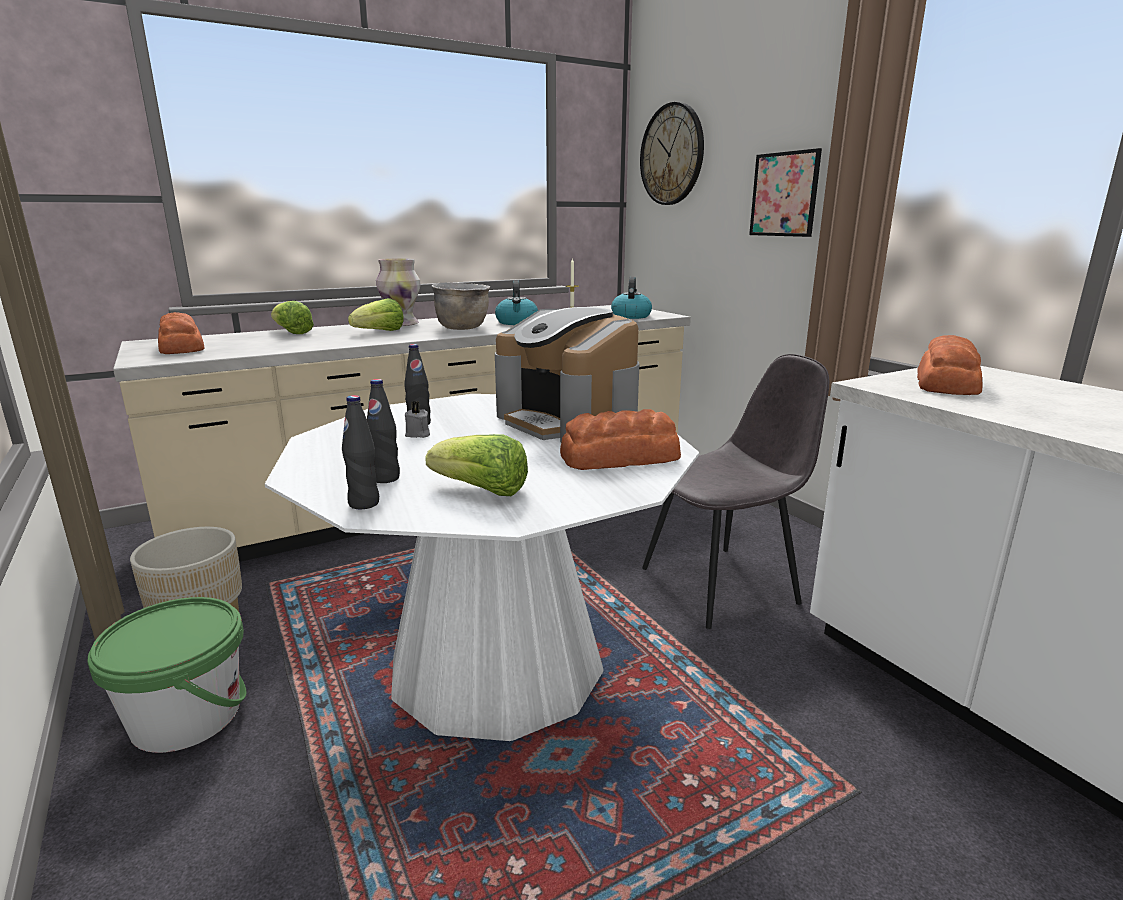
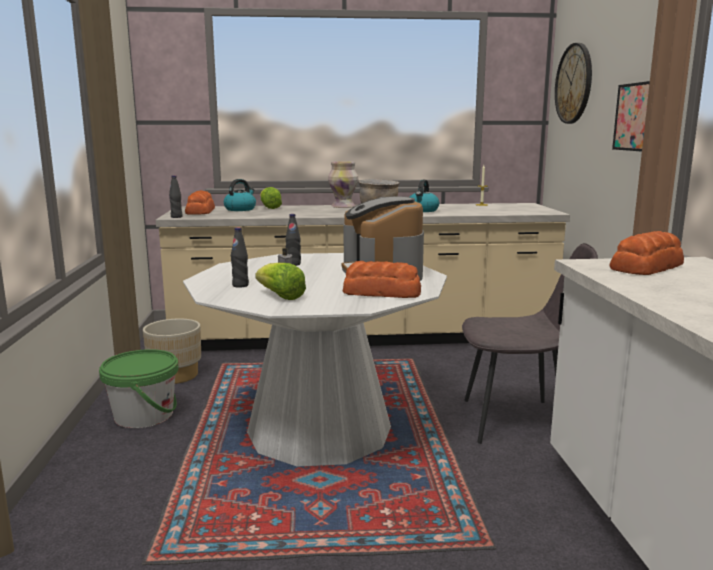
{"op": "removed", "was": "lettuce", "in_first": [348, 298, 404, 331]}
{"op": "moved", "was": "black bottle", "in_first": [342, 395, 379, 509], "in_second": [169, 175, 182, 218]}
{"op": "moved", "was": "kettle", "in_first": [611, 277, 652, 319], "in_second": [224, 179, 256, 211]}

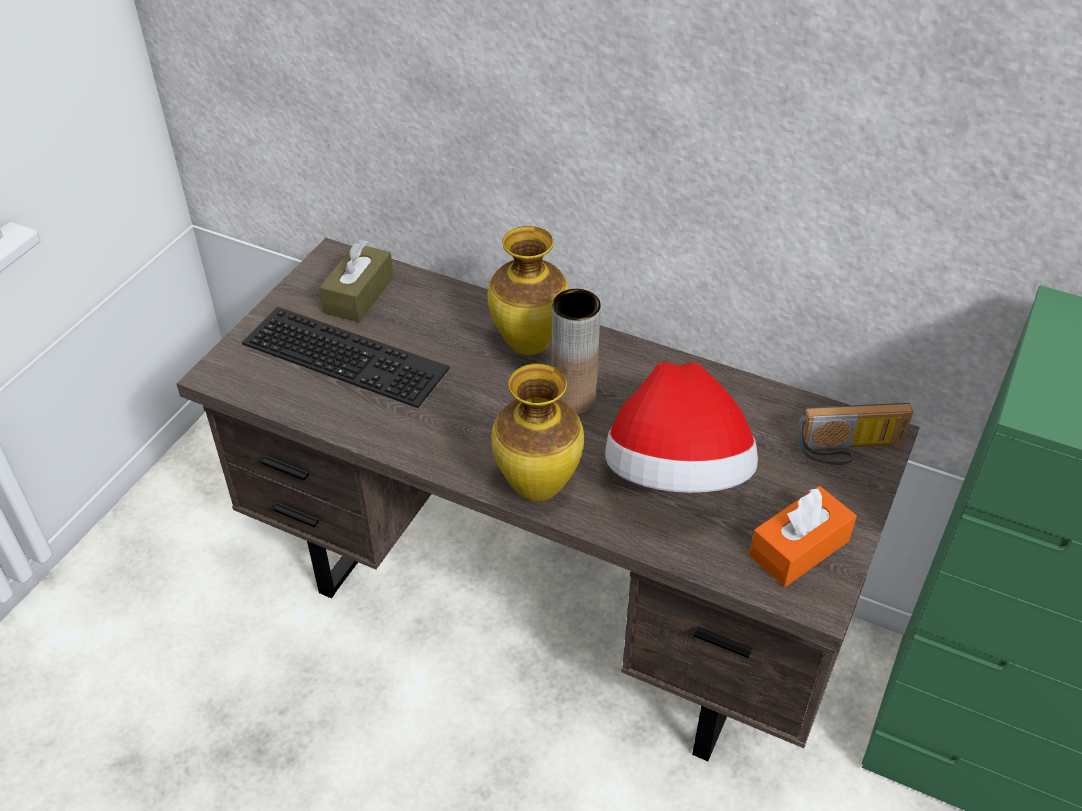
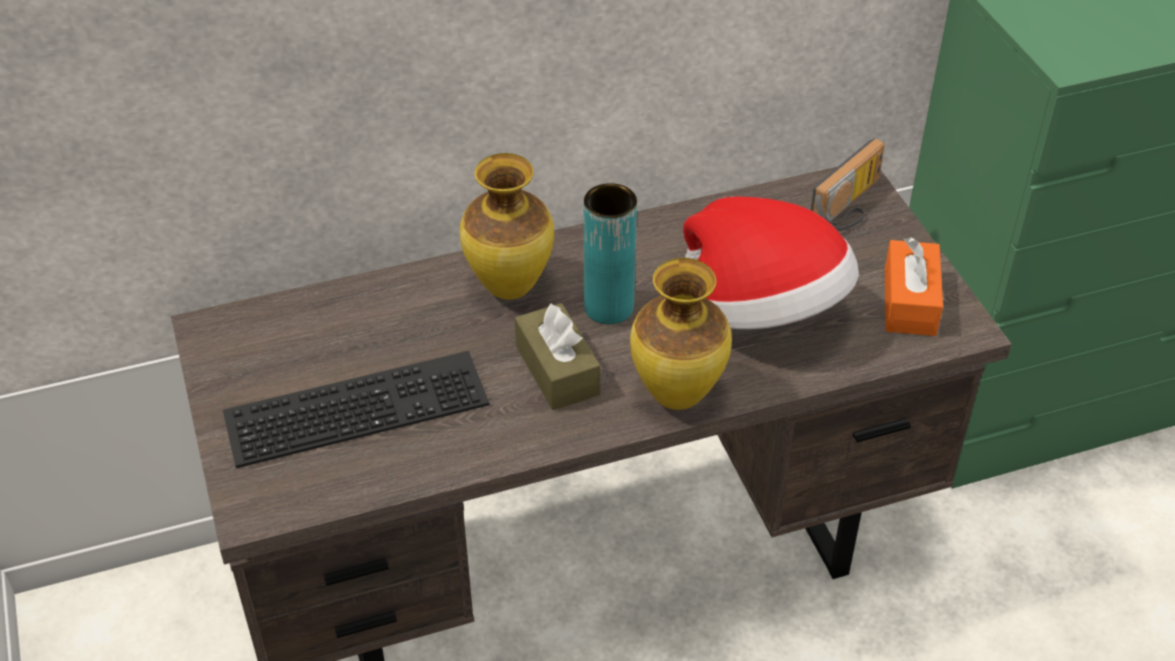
{"op": "moved", "was": "brown tissue box", "in_first": [319, 239, 394, 323], "in_second": [515, 303, 601, 410]}
{"op": "recoloured", "was": "brown vase", "now": "turquoise vase", "in_first": [552, 289, 601, 415], "in_second": [584, 183, 637, 324]}

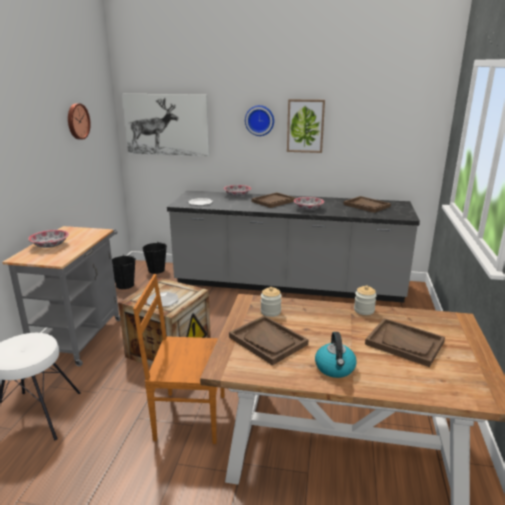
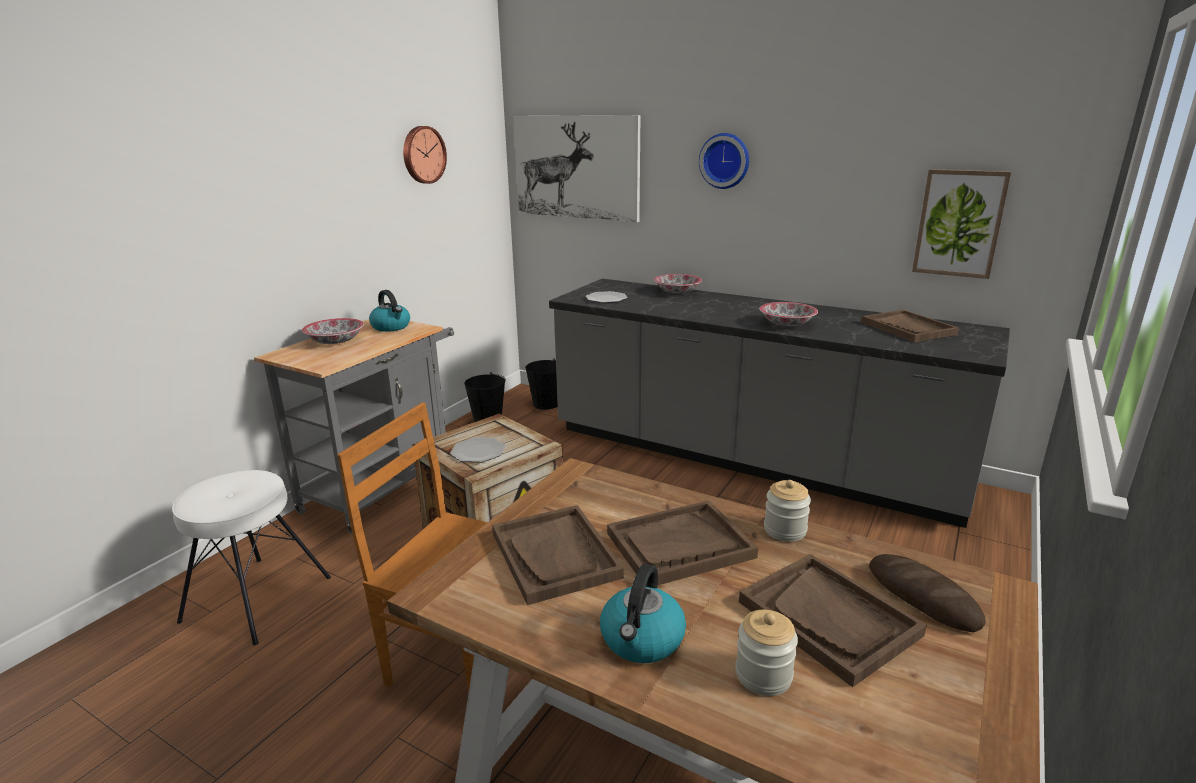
{"op": "added", "now": "kettle", "in_second": [369, 290, 410, 332]}
{"op": "added", "now": "bread", "in_second": [869, 554, 986, 632]}
{"op": "moved", "was": "brown tray", "in_first": [252, 192, 296, 208], "in_second": [607, 501, 758, 585]}
{"op": "moved", "was": "jar", "in_first": [261, 287, 282, 317], "in_second": [735, 610, 798, 696]}
{"op": "moved", "was": "picture", "in_first": [287, 99, 325, 153], "in_second": [912, 169, 1011, 279]}

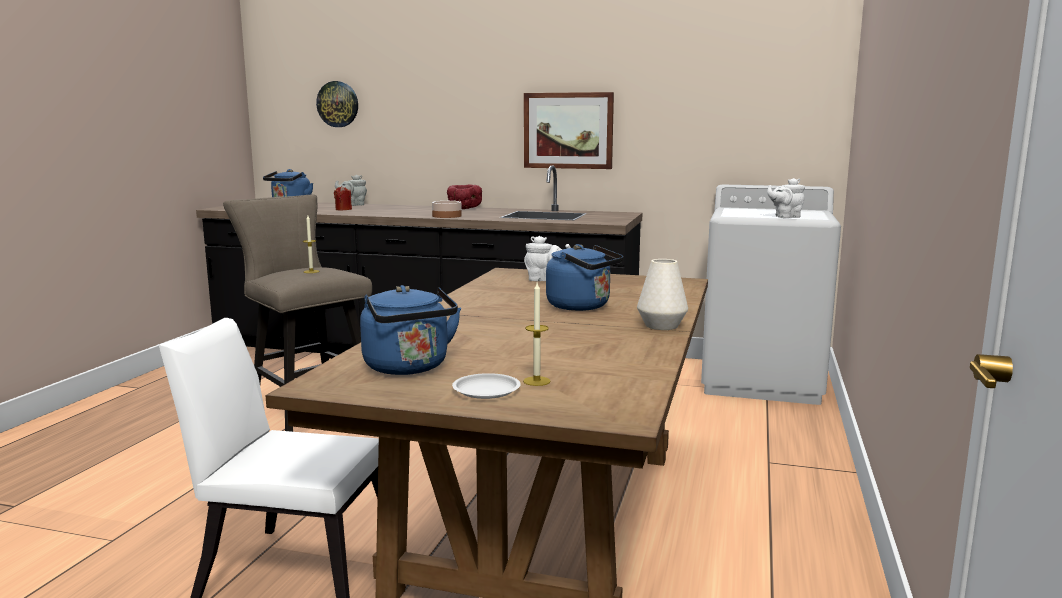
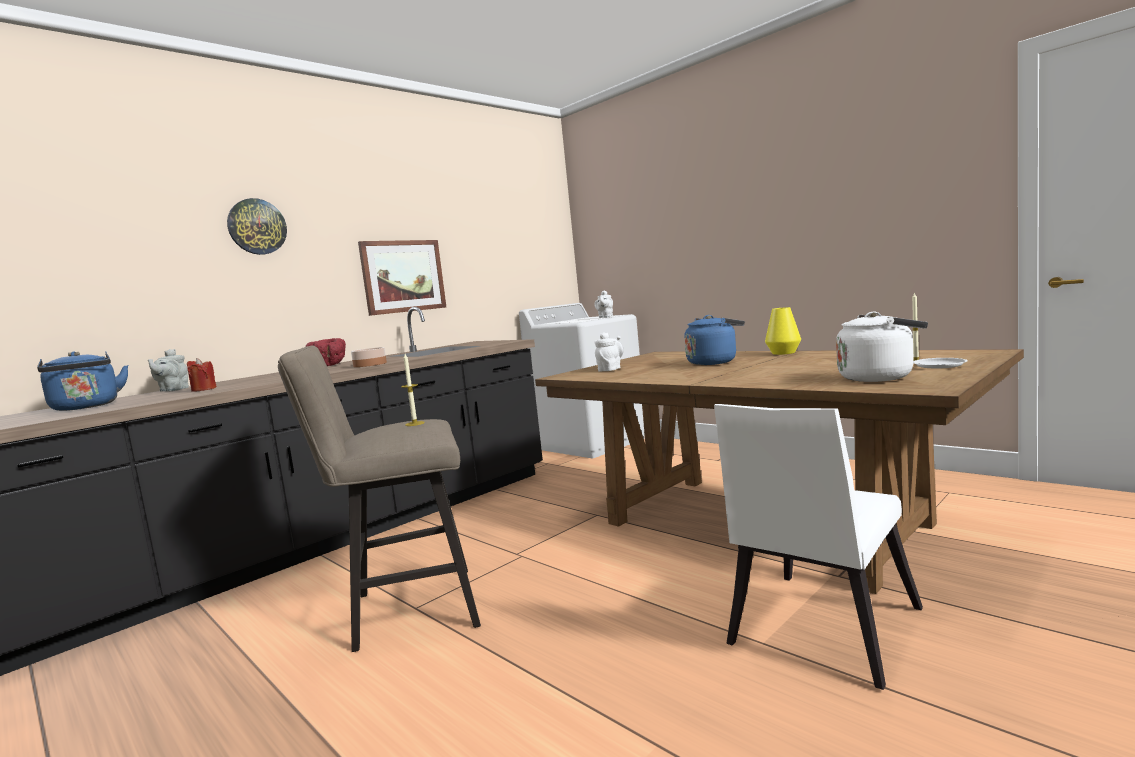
{"op": "moved", "was": "wall clock", "in_first": [316, 81, 358, 127], "in_second": [227, 198, 287, 255]}
{"op": "recoloured", "was": "blue kettle", "now": "white kettle", "in_first": [360, 285, 461, 375], "in_second": [836, 312, 928, 382]}
{"op": "recoloured", "was": "white vase", "now": "yellow vase", "in_first": [637, 259, 688, 330], "in_second": [765, 307, 801, 355]}

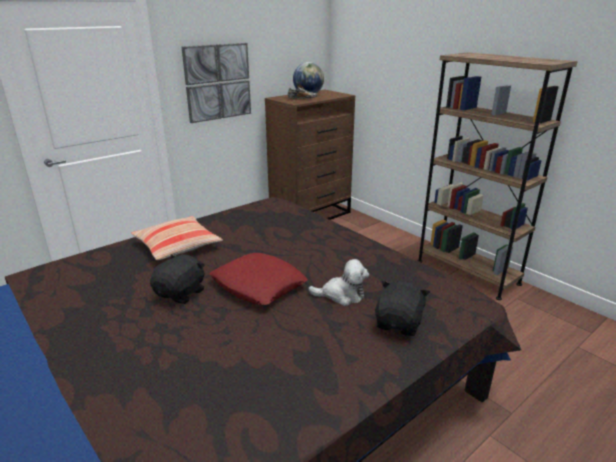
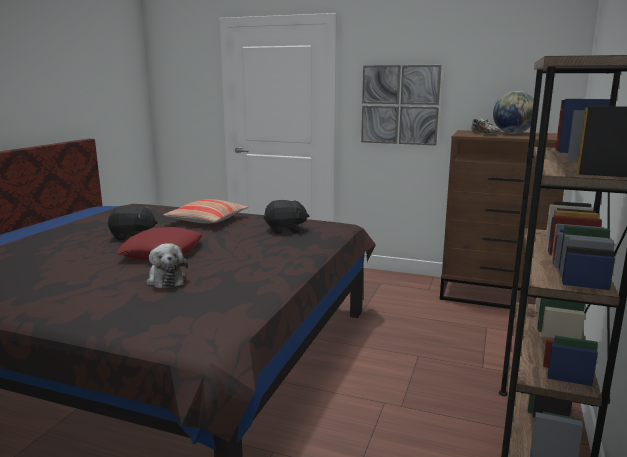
{"op": "moved", "was": "black plush toy", "in_first": [375, 281, 430, 336], "in_second": [263, 200, 309, 234]}

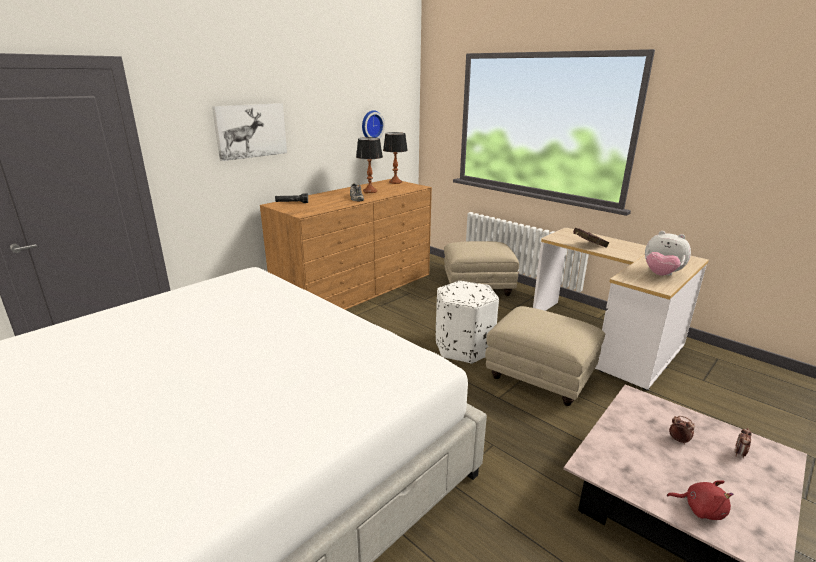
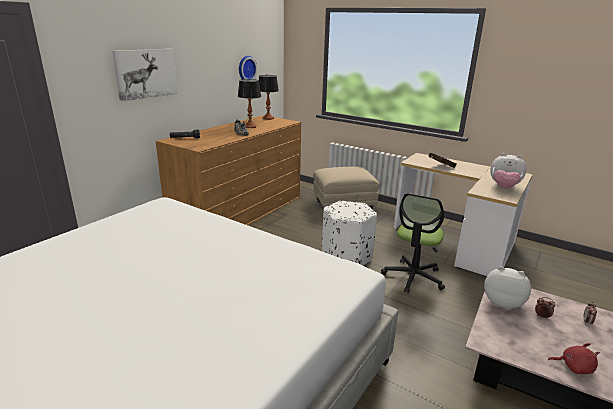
{"op": "added", "now": "plush toy", "in_second": [484, 266, 531, 310]}
{"op": "replaced", "was": "beige ottoman", "now": "office chair", "in_first": [485, 306, 605, 406], "in_second": [381, 193, 445, 293]}

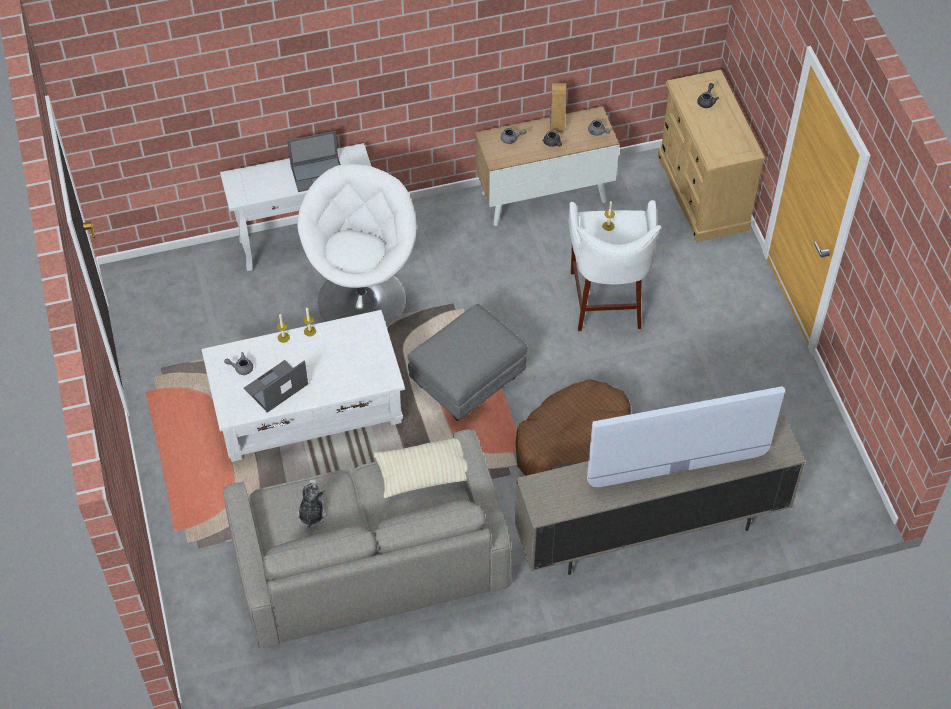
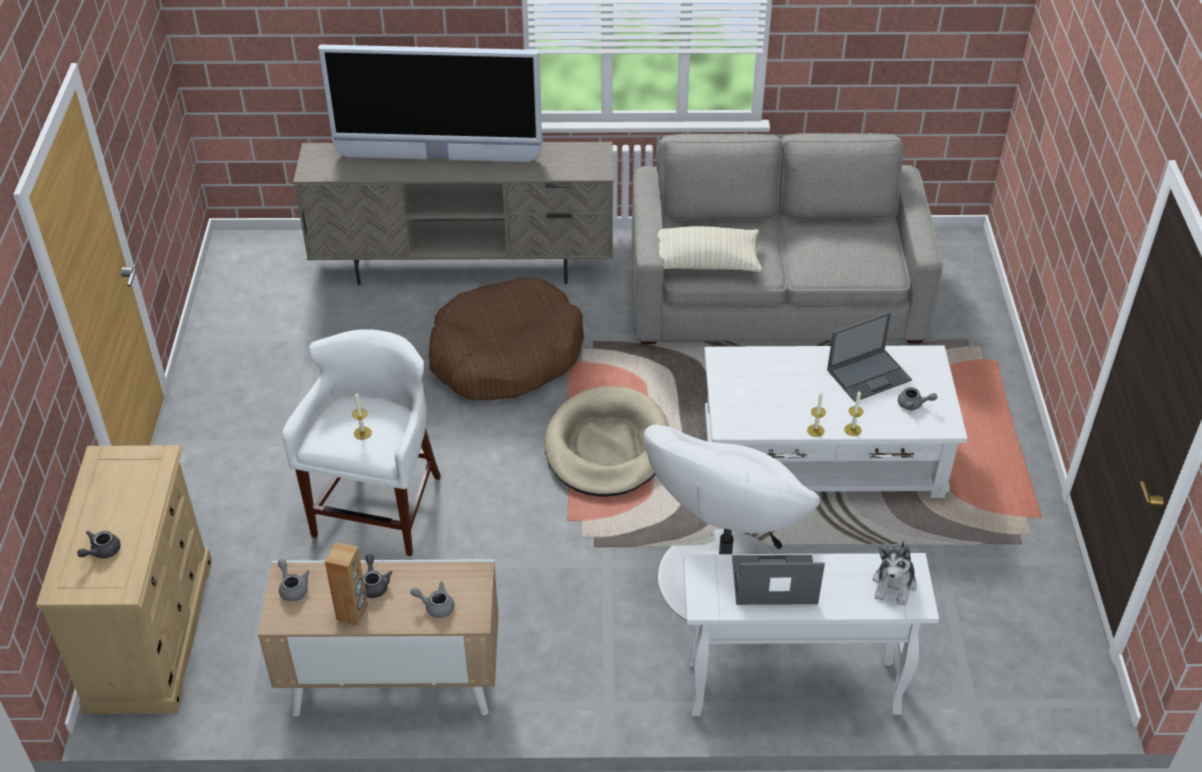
{"op": "moved", "was": "plush toy", "in_first": [297, 479, 327, 528], "in_second": [873, 541, 917, 606]}
{"op": "replaced", "was": "grey ottoman", "now": "beige dog bed", "in_first": [408, 304, 528, 421], "in_second": [544, 386, 669, 497]}

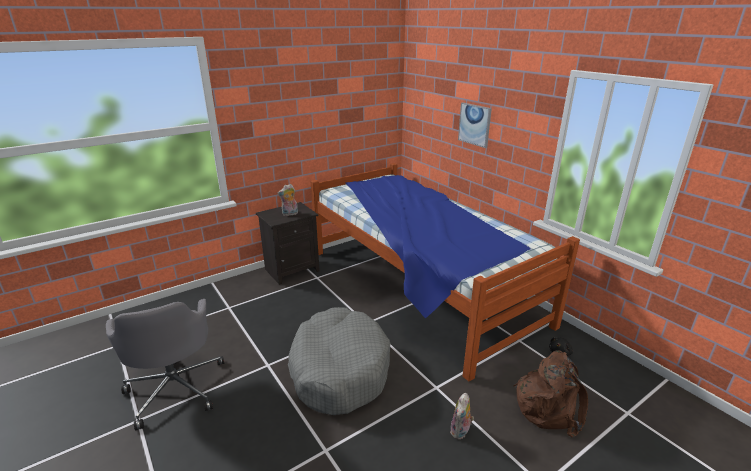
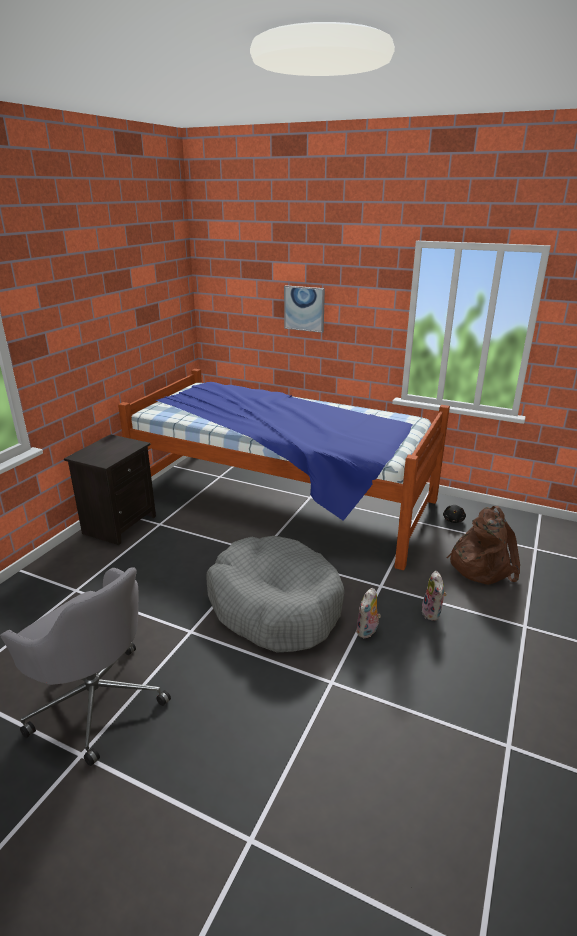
{"op": "moved", "was": "plush toy", "in_first": [278, 184, 298, 216], "in_second": [356, 588, 381, 639]}

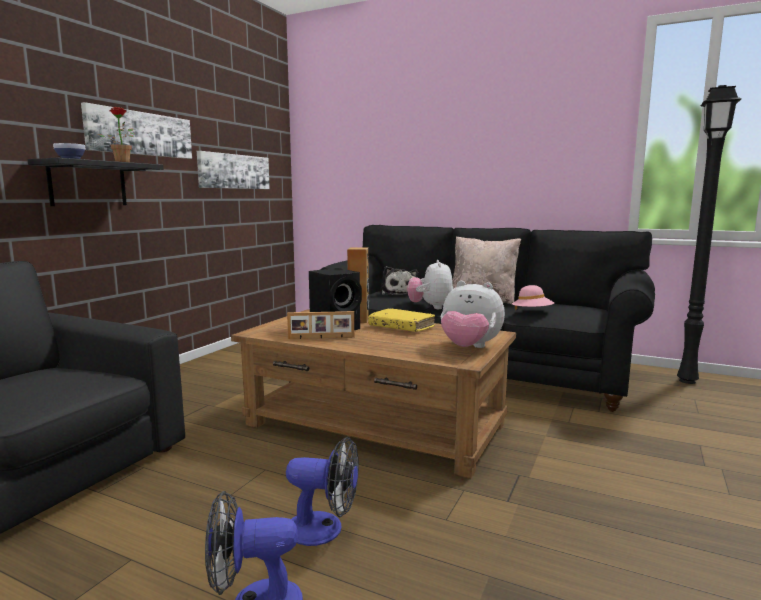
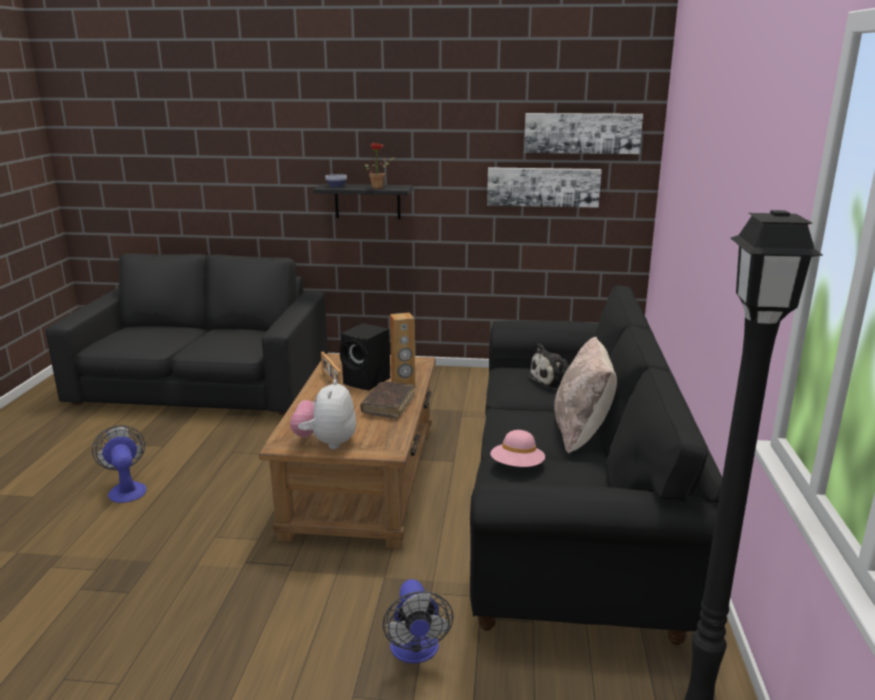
{"op": "removed", "was": "plush toy", "in_first": [407, 260, 453, 309]}
{"op": "moved", "was": "picture", "in_first": [81, 102, 192, 159], "in_second": [524, 113, 643, 154]}
{"op": "moved", "was": "fan", "in_first": [286, 437, 359, 546], "in_second": [383, 579, 453, 663]}
{"op": "recoloured", "was": "yellow book", "now": "brown book", "in_first": [368, 308, 435, 332], "in_second": [360, 382, 415, 418]}

